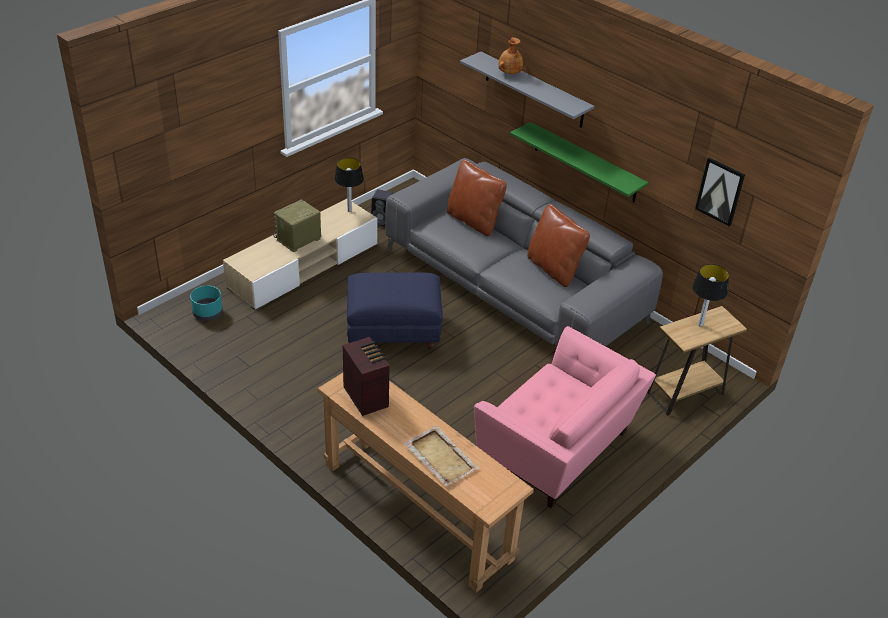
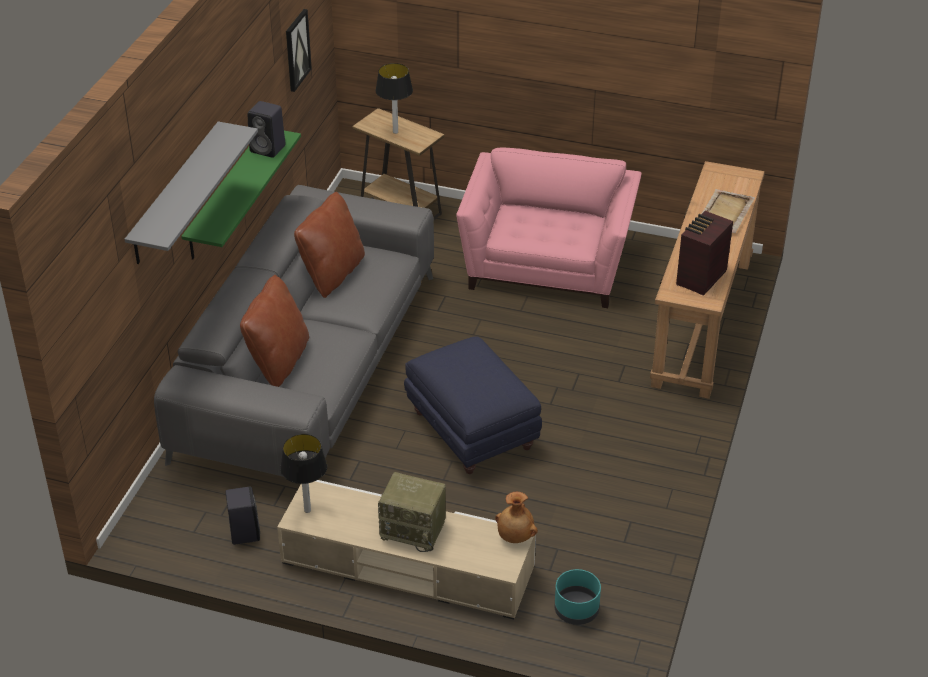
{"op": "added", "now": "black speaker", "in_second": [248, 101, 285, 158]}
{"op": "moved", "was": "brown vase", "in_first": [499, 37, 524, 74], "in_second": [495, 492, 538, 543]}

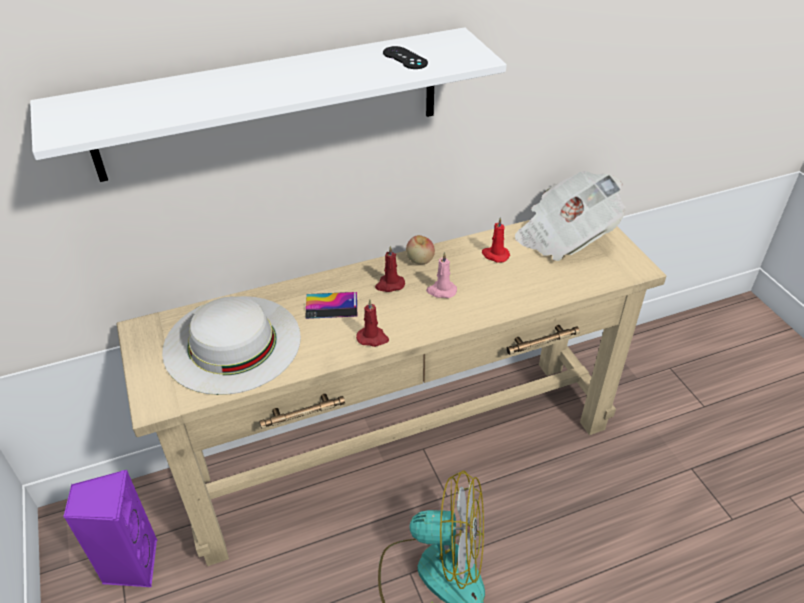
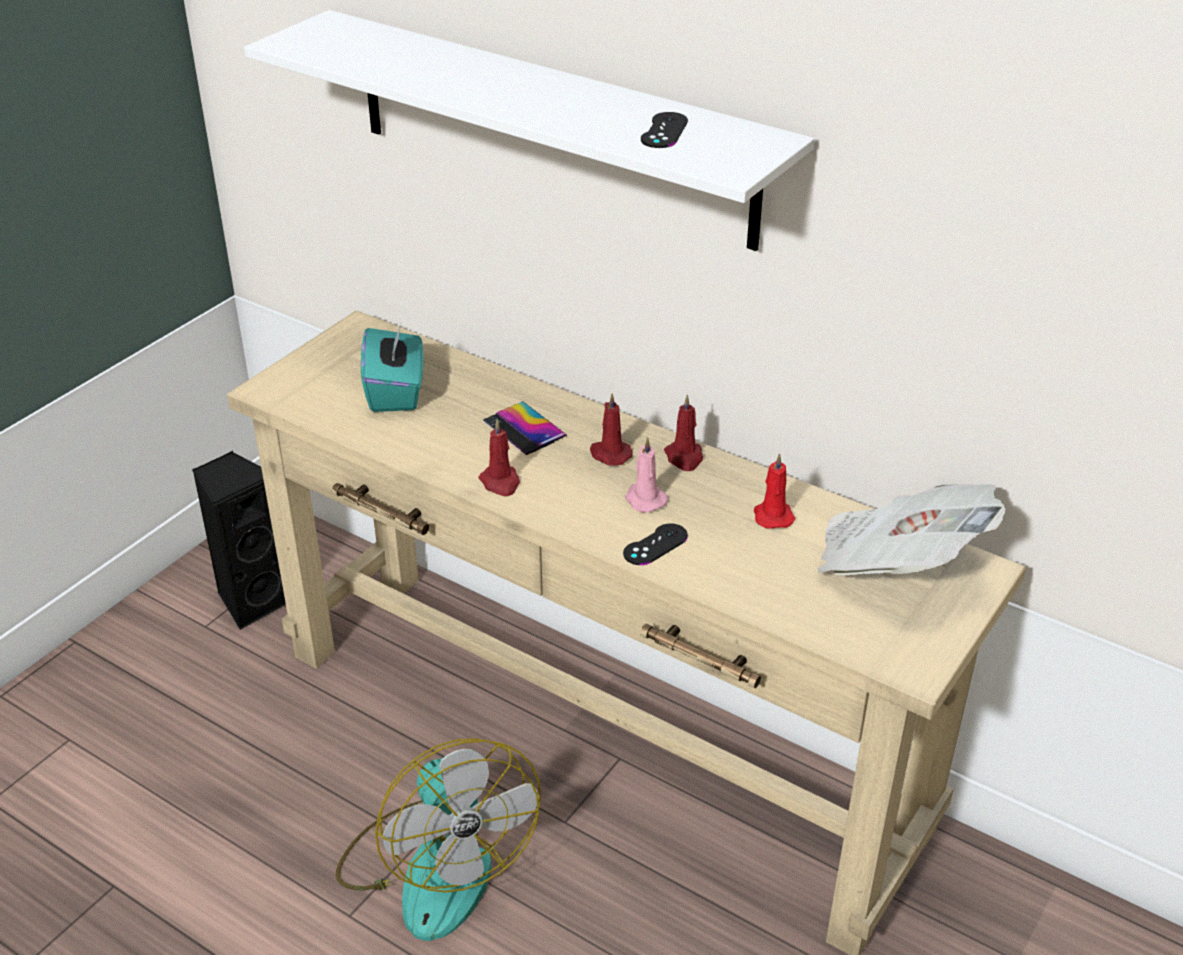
{"op": "added", "now": "black game controller", "in_second": [623, 523, 688, 565]}
{"op": "replaced", "was": "white hat", "now": "turquoise tissue box", "in_first": [162, 296, 301, 395], "in_second": [361, 321, 423, 412]}
{"op": "replaced", "was": "apple", "now": "red candle", "in_first": [406, 235, 435, 264], "in_second": [664, 395, 703, 471]}
{"op": "recoloured", "was": "purple speaker", "now": "black speaker", "in_first": [63, 470, 158, 587], "in_second": [192, 451, 286, 630]}

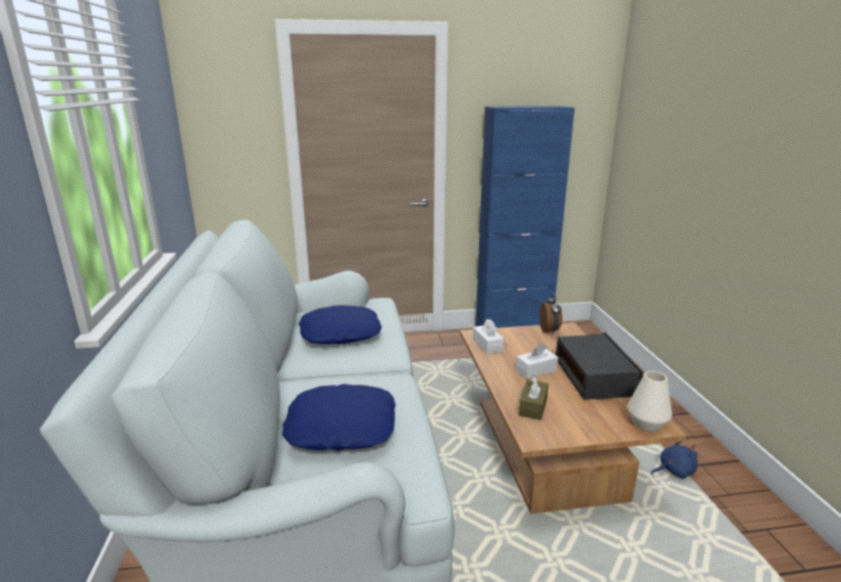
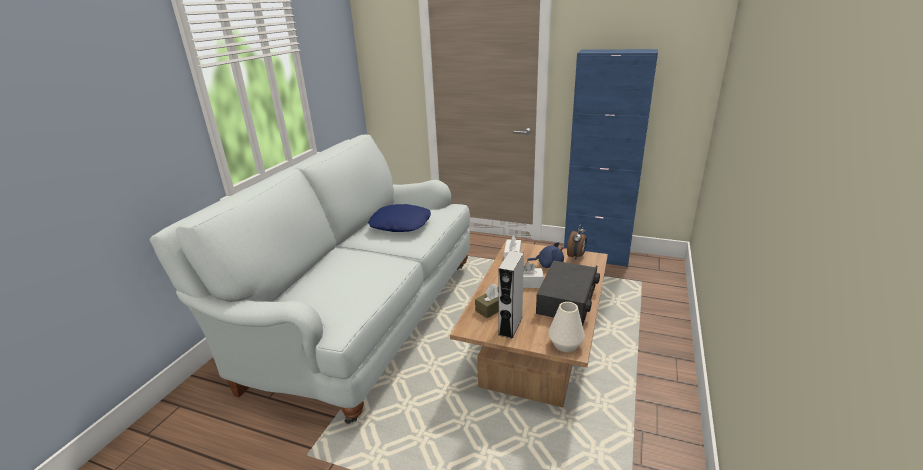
{"op": "removed", "was": "blue pillow", "in_first": [282, 384, 396, 451]}
{"op": "added", "now": "grey speaker", "in_second": [498, 251, 524, 339]}
{"op": "moved", "was": "blue plush toy", "in_first": [651, 441, 698, 479], "in_second": [527, 242, 564, 268]}

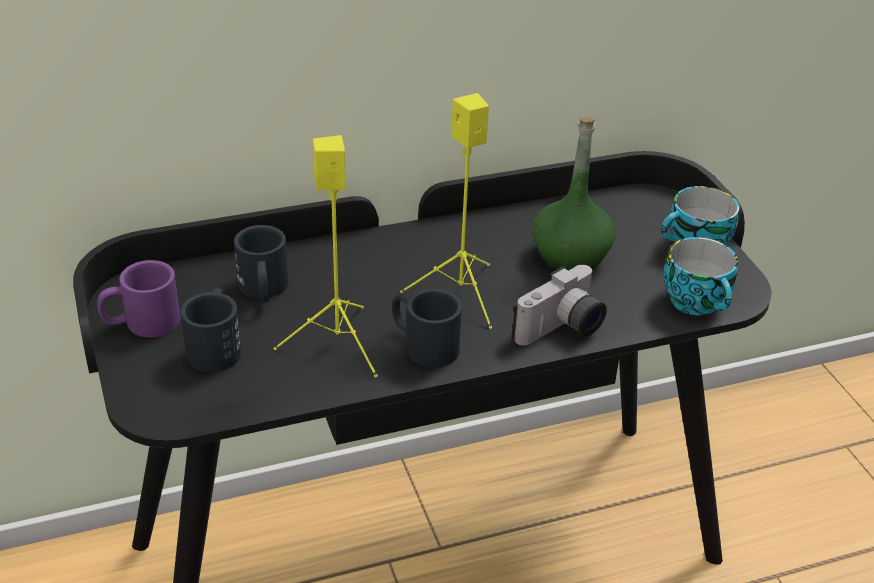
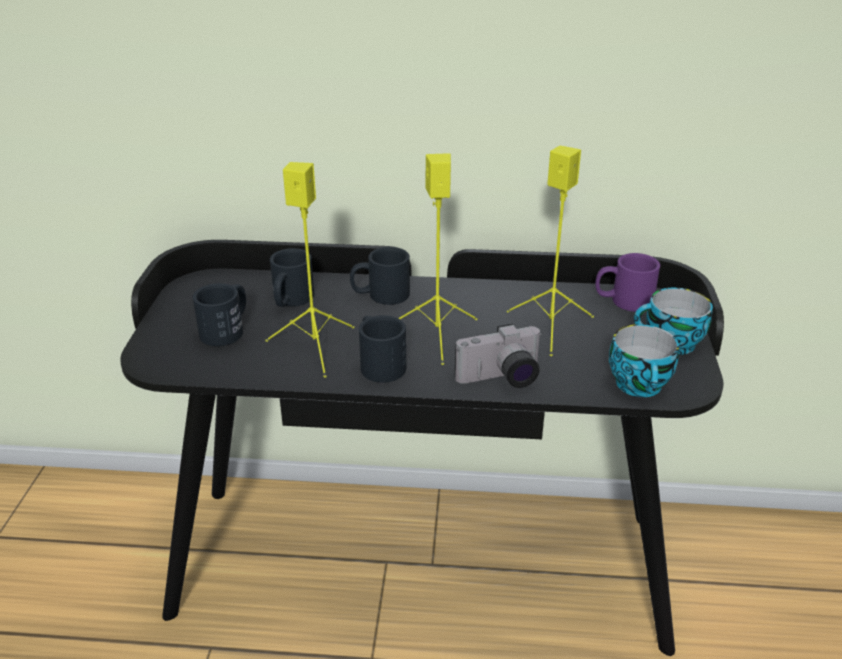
{"op": "added", "now": "black mug", "in_second": [350, 247, 410, 305]}
{"op": "moved", "was": "purple mug", "in_first": [97, 260, 181, 337], "in_second": [595, 253, 660, 312]}
{"op": "replaced", "was": "green bottle", "now": "yellow speaker", "in_first": [532, 117, 615, 270], "in_second": [507, 146, 594, 356]}

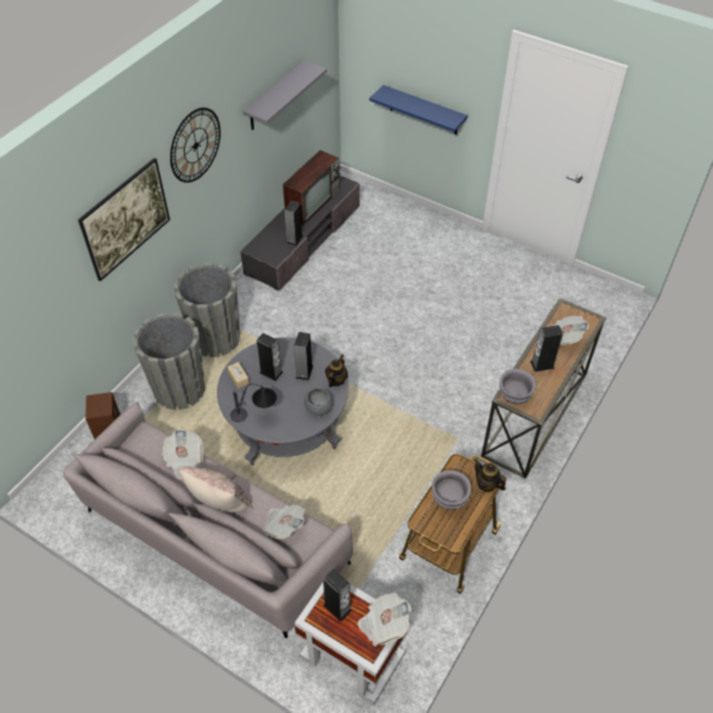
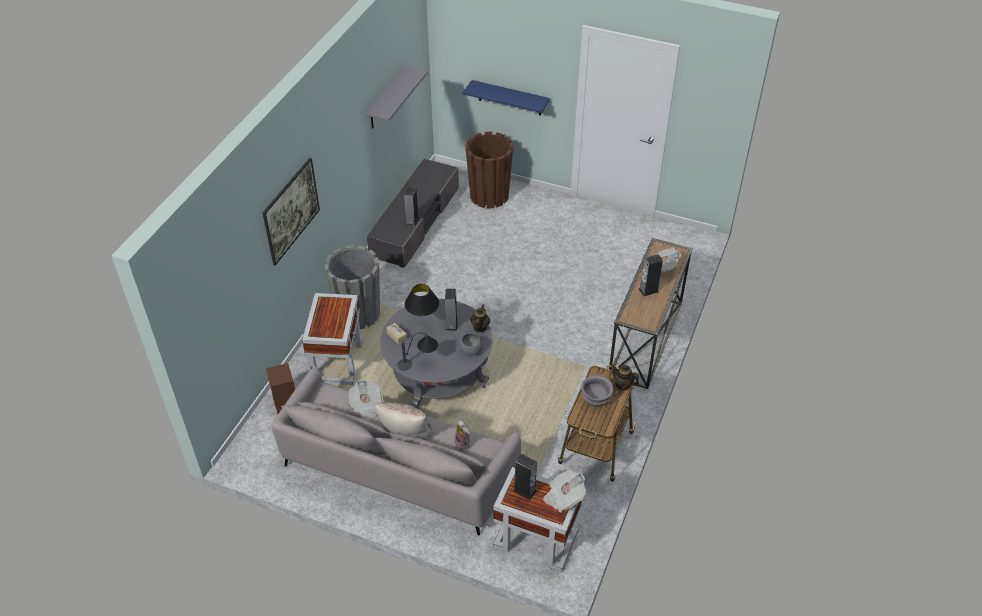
{"op": "removed", "was": "wall clock", "in_first": [170, 108, 221, 183]}
{"op": "removed", "was": "television", "in_first": [283, 150, 341, 226]}
{"op": "removed", "was": "grey bowl", "in_first": [500, 369, 536, 405]}
{"op": "added", "now": "brown planter", "in_second": [465, 132, 513, 209]}
{"op": "replaced", "was": "grey planter", "now": "white side table", "in_first": [132, 312, 205, 410], "in_second": [302, 293, 363, 385]}
{"op": "replaced", "was": "speaker", "now": "black table lamp", "in_first": [257, 333, 283, 381], "in_second": [405, 284, 439, 329]}
{"op": "replaced", "was": "newspaper", "now": "plush toy", "in_first": [262, 504, 305, 539], "in_second": [454, 420, 471, 450]}

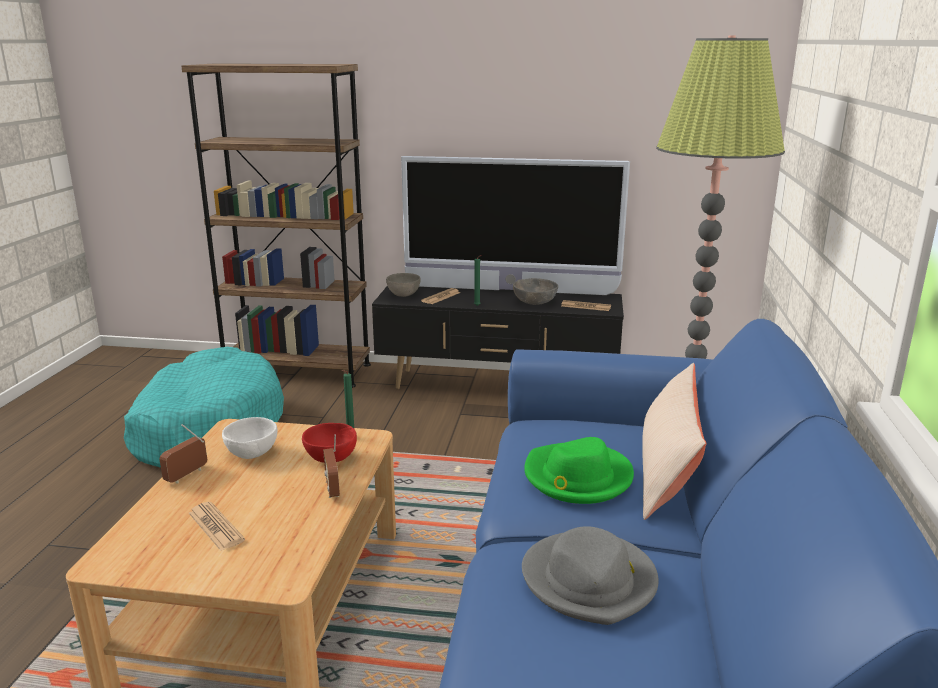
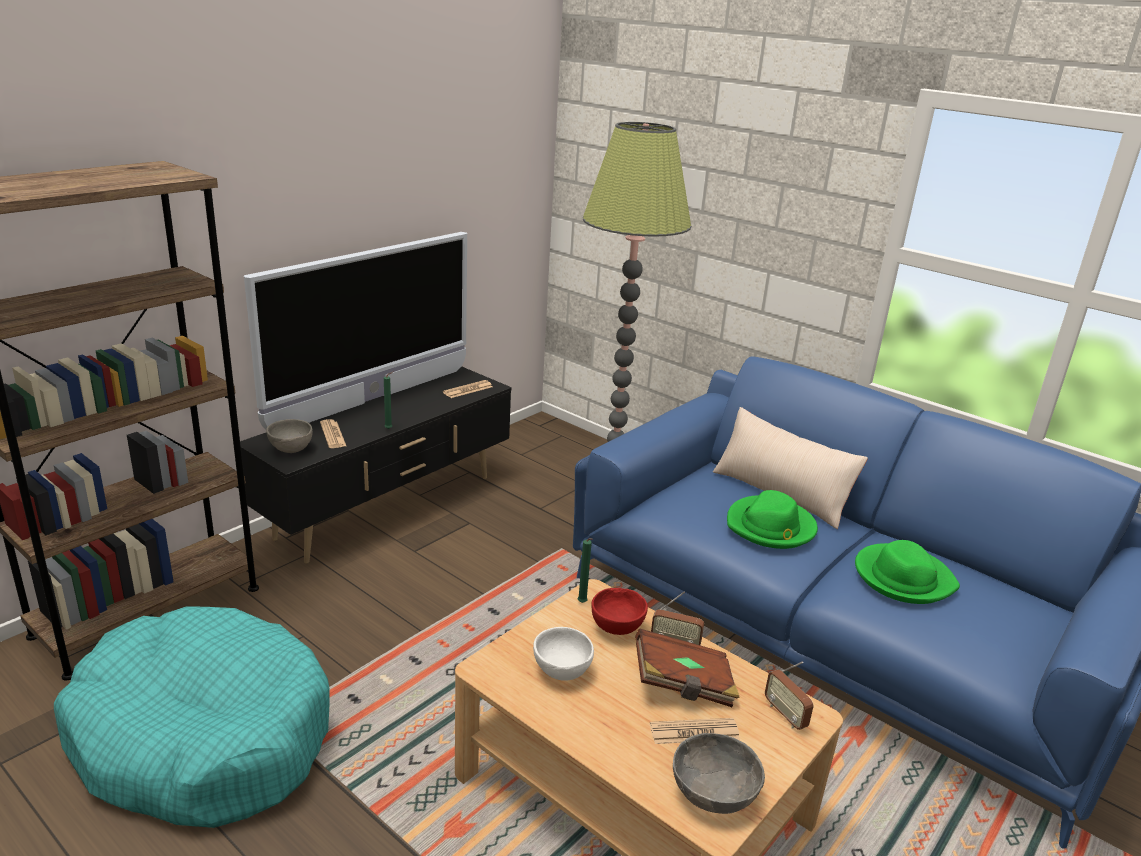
{"op": "added", "now": "brown book", "in_second": [635, 629, 740, 707]}
{"op": "moved", "was": "radio", "in_first": [160, 424, 207, 484], "in_second": [765, 661, 814, 730]}
{"op": "moved", "was": "grey bowl", "in_first": [513, 278, 558, 305], "in_second": [673, 733, 765, 814]}
{"op": "recoloured", "was": "grey hat", "now": "green hat", "in_first": [522, 527, 659, 625], "in_second": [855, 540, 960, 604]}

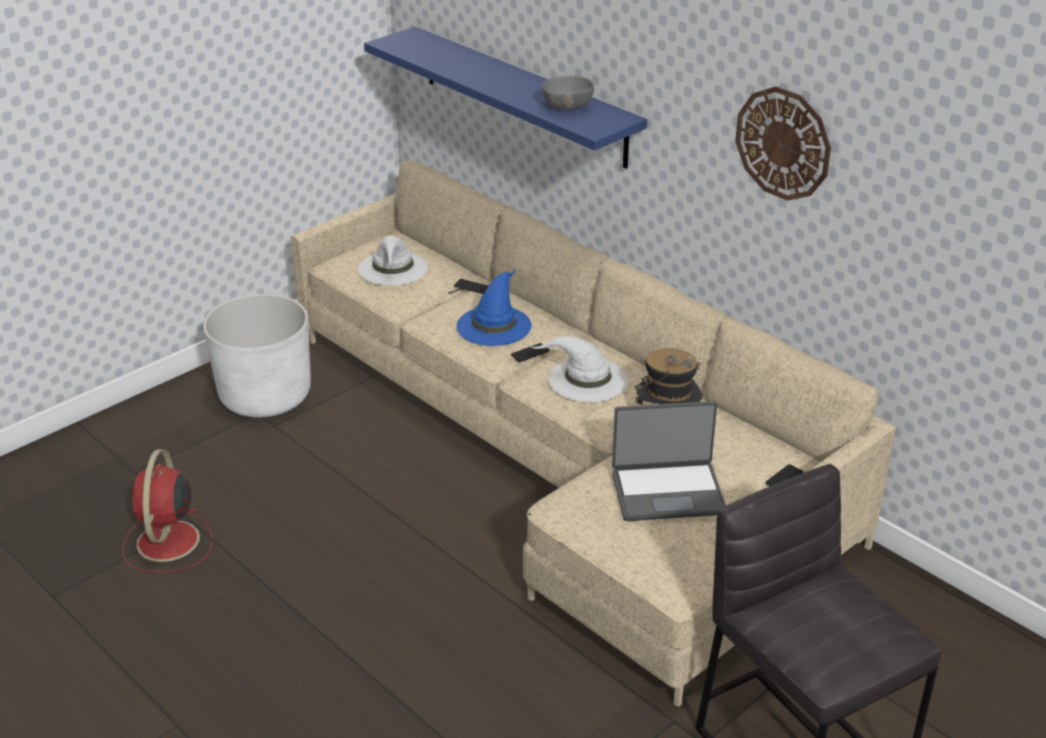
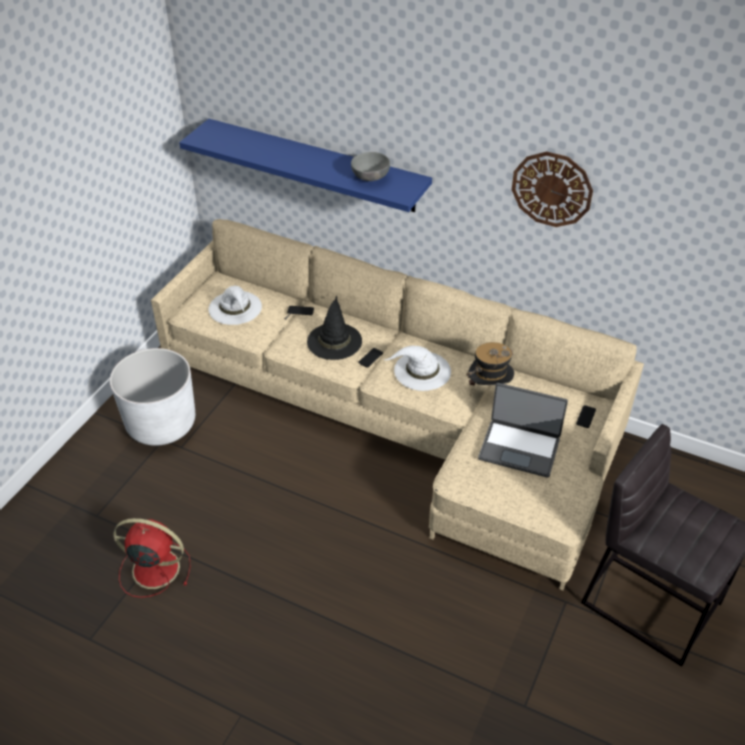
{"op": "recoloured", "was": "blue hat", "now": "black hat", "in_first": [457, 270, 532, 346], "in_second": [307, 295, 362, 360]}
{"op": "turned", "was": "red fan", "in_first": [123, 449, 213, 573], "in_second": [114, 518, 191, 598], "clockwise": 120}
{"op": "turned", "was": "laptop", "in_first": [612, 401, 726, 521], "in_second": [478, 383, 568, 478], "clockwise": 45}

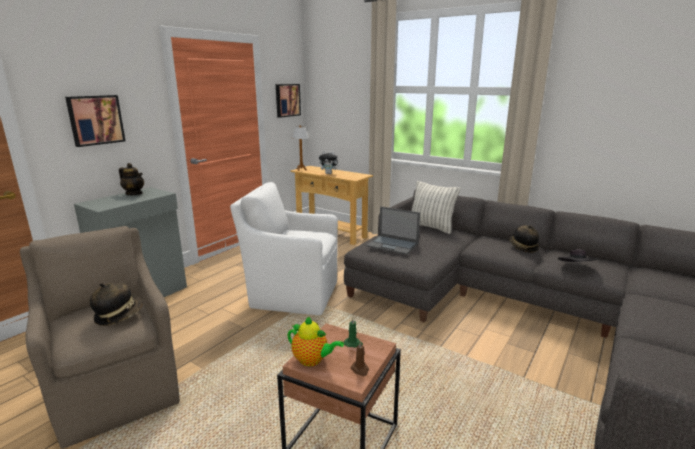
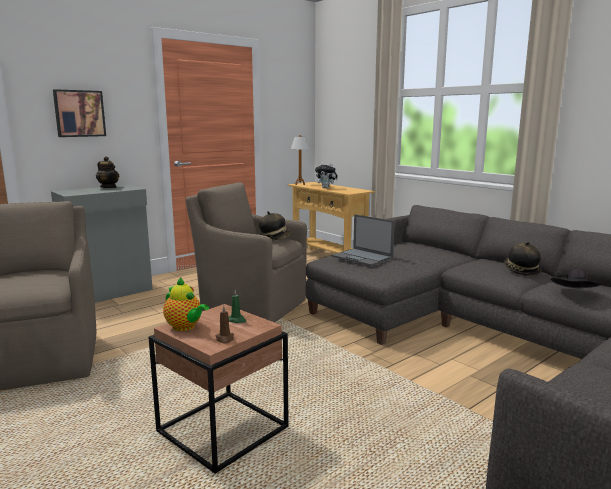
{"op": "removed", "was": "picture", "in_first": [276, 84, 301, 118]}
{"op": "removed", "was": "pillow", "in_first": [412, 181, 460, 234]}
{"op": "moved", "was": "hat", "in_first": [90, 283, 143, 326], "in_second": [259, 211, 292, 241]}
{"op": "recoloured", "was": "white armchair", "now": "brown armchair", "in_first": [230, 182, 338, 315], "in_second": [186, 182, 307, 322]}

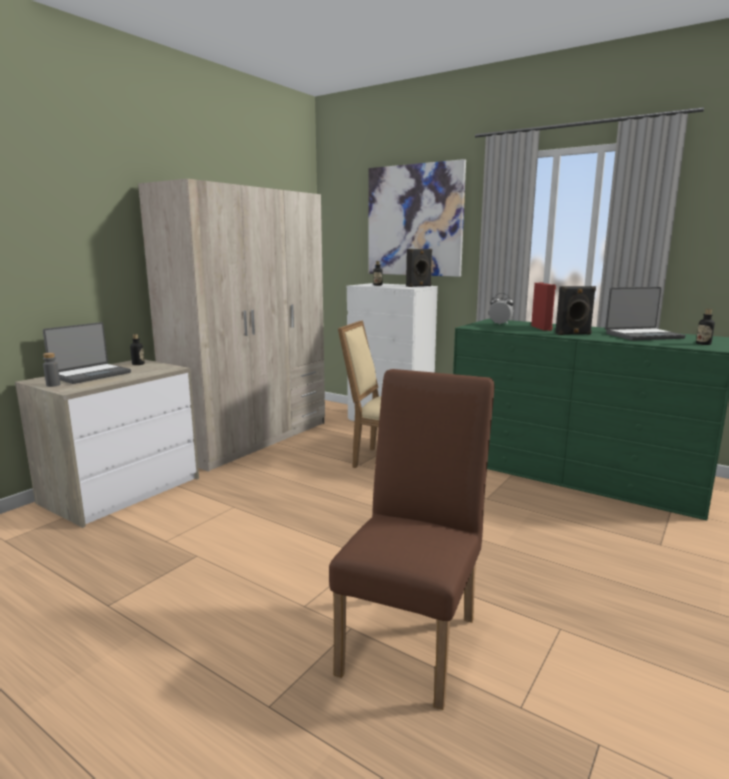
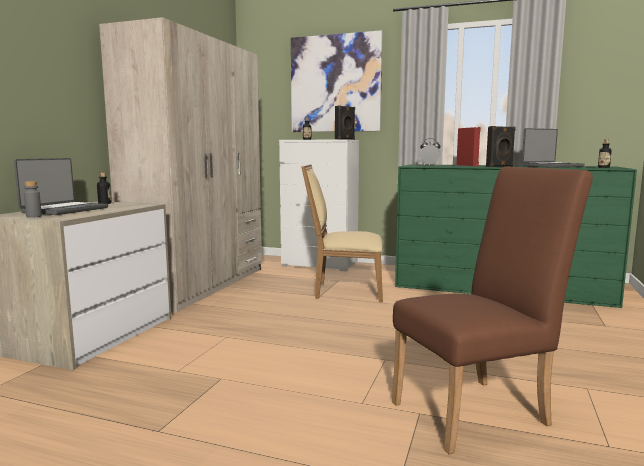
{"op": "turned", "was": "brown chair", "in_first": [329, 369, 495, 710], "in_second": [392, 167, 593, 454], "clockwise": 60}

